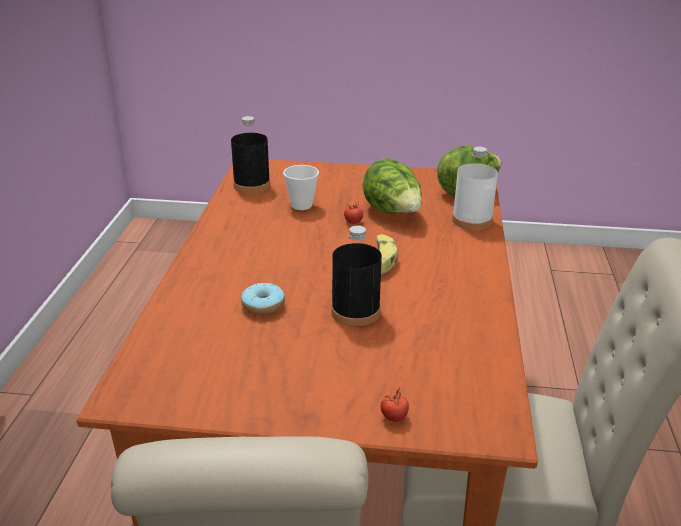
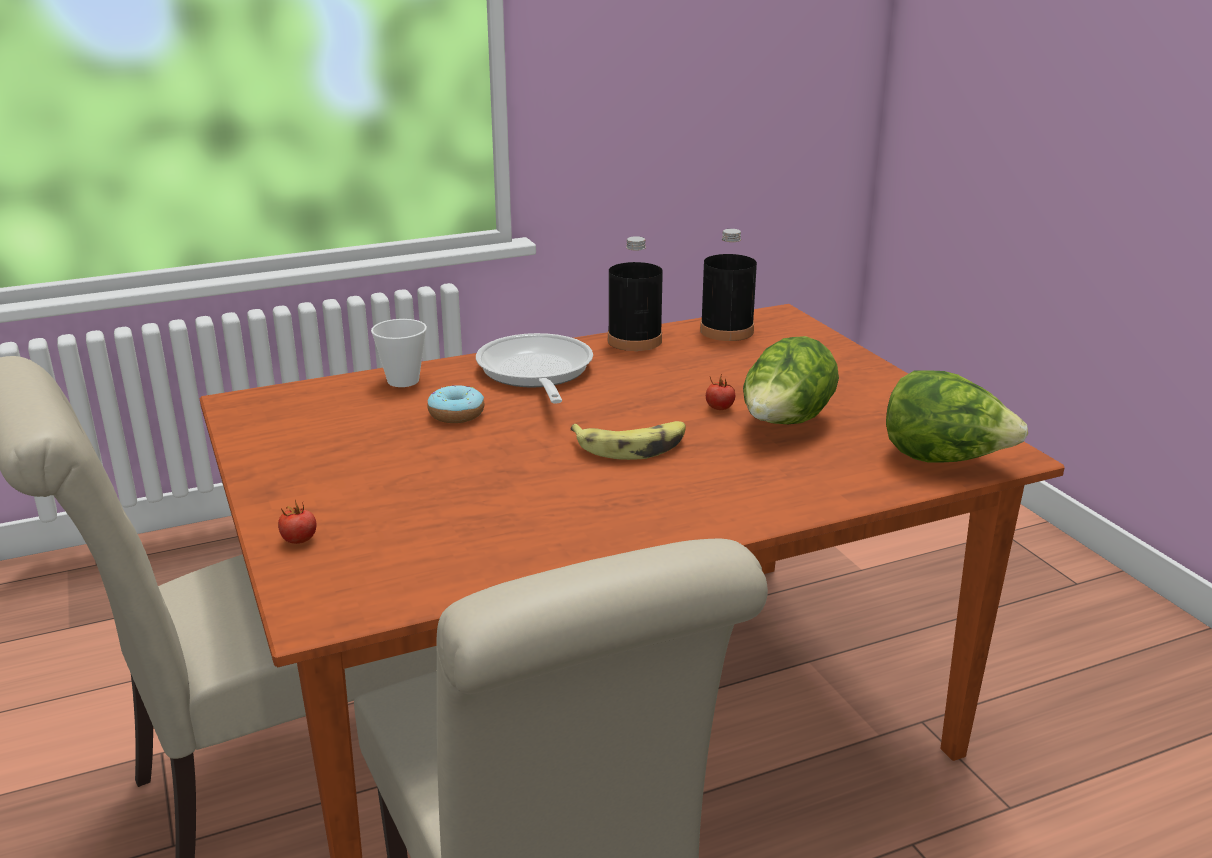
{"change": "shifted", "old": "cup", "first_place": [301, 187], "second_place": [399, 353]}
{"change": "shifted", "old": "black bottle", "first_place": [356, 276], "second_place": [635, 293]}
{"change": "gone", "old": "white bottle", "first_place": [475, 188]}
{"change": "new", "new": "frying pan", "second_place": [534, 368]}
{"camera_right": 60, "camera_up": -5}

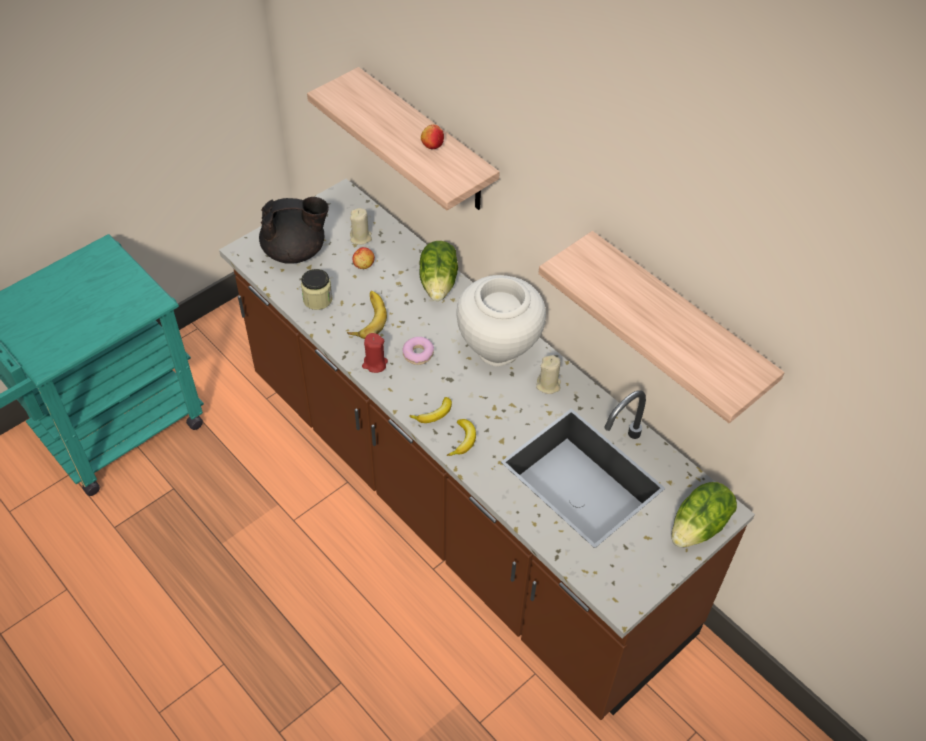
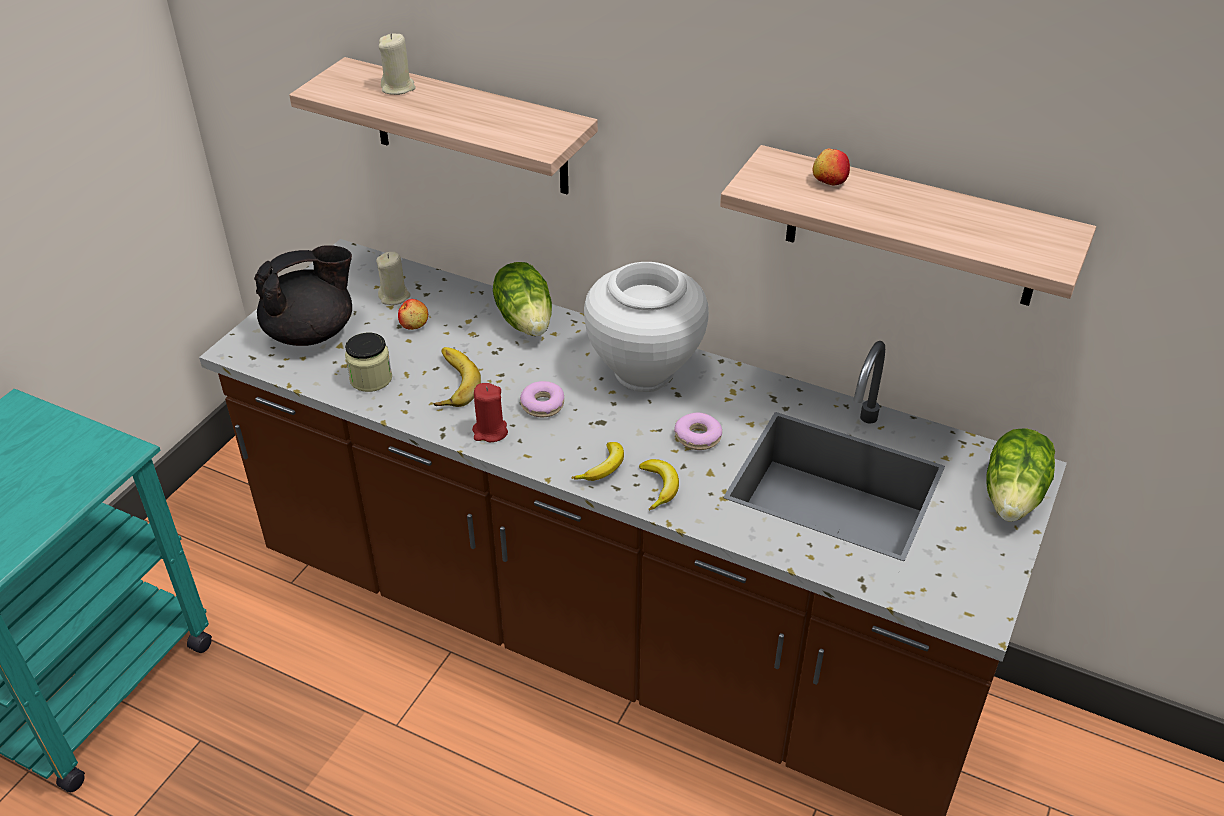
{"change": "shifted", "old": "apple", "first_place": [432, 136], "second_place": [831, 167]}
{"change": "shifted", "old": "beige candle", "first_place": [548, 374], "second_place": [397, 64]}
{"change": "new", "new": "donut", "second_place": [698, 431]}
{"camera_right": -20, "camera_up": -10}

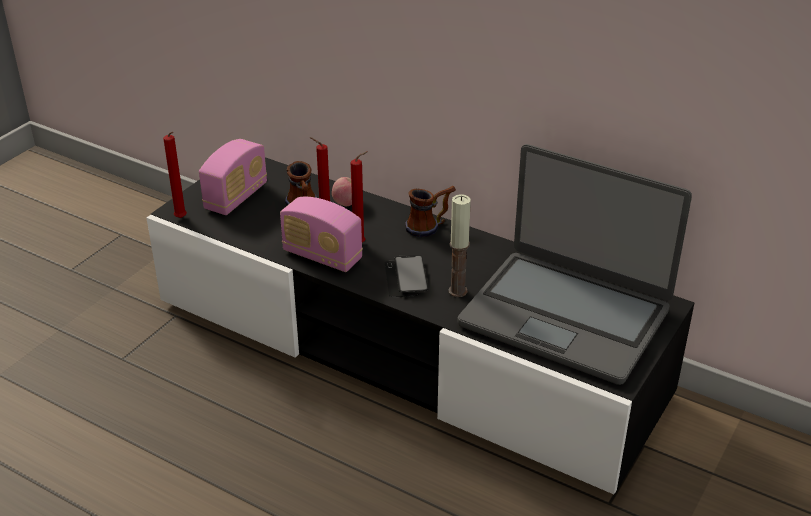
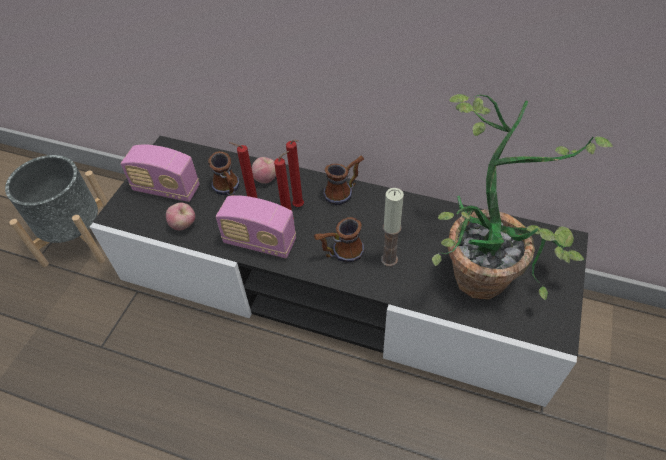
{"change": "shifted", "old": "red candle", "first_place": [175, 175], "second_place": [295, 173]}
{"change": "rotated", "old": "radio", "first_place": [233, 177], "second_place": [160, 173], "degrees": 90}
{"change": "swapped", "old": "phone", "new": "mug", "first_place": [406, 276], "second_place": [339, 240]}
{"change": "swapped", "old": "laptop", "new": "potted plant", "first_place": [574, 264], "second_place": [522, 197]}
{"change": "new", "new": "grey planter", "second_place": [56, 211]}
{"change": "new", "new": "apple", "second_place": [180, 216]}
{"camera_right": -10, "camera_up": 15}

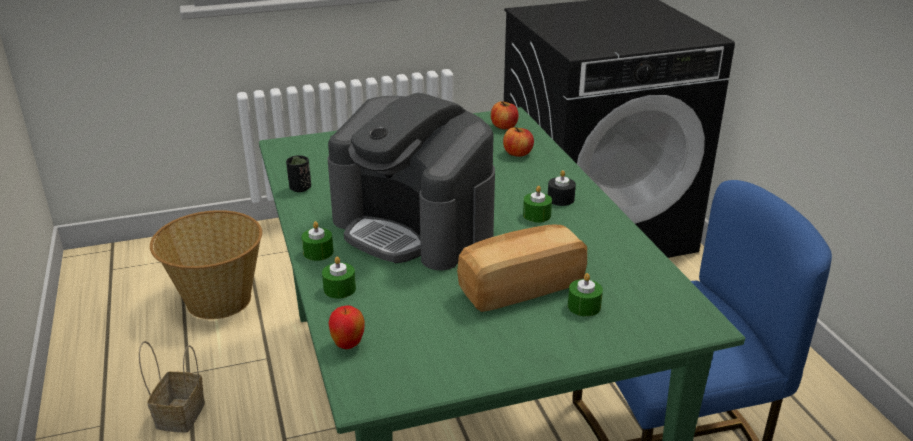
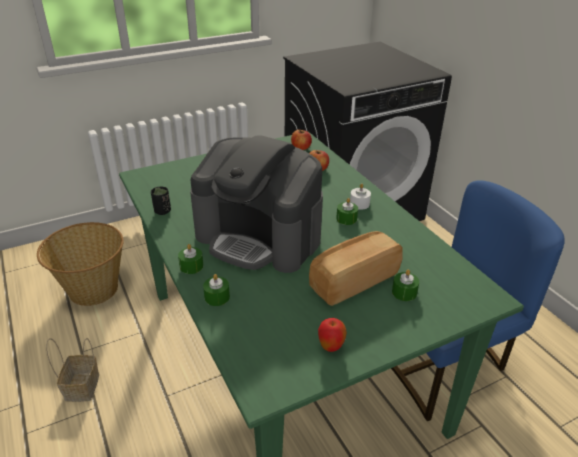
{"change": "shifted", "old": "apple", "first_place": [346, 327], "second_place": [332, 335]}
{"change": "repainted", "old": "black candle", "new": "white candle", "first_place": [562, 188], "second_place": [360, 196]}
{"camera_right": -10, "camera_up": 5}

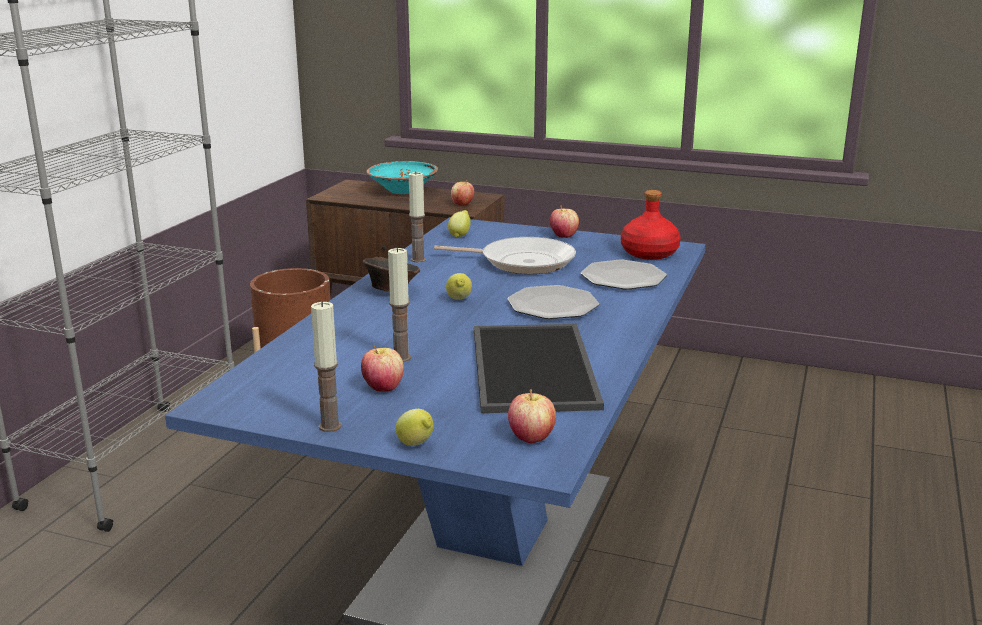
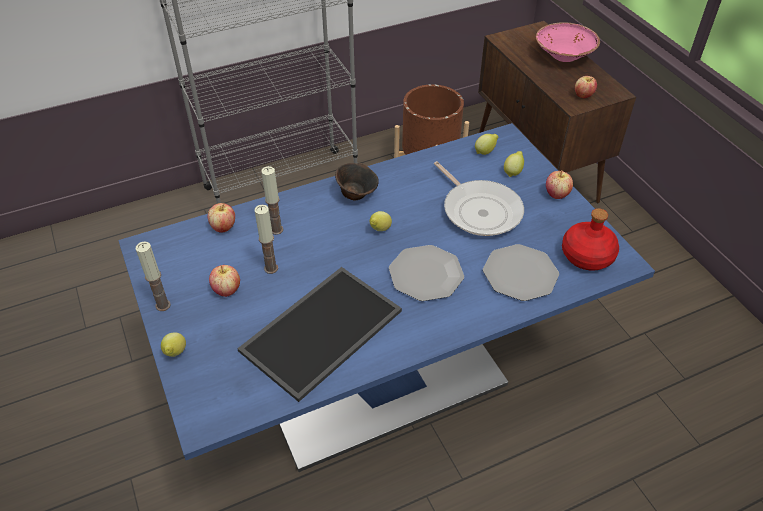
{"change": "repainted", "old": "turquoise bowl", "new": "pink bowl", "first_place": [402, 177], "second_place": [568, 42]}
{"change": "shifted", "old": "candle", "first_place": [417, 216], "second_place": [272, 200]}
{"change": "shifted", "old": "apple", "first_place": [532, 416], "second_place": [221, 218]}
{"change": "new", "new": "lemon", "second_place": [514, 164]}
{"camera_right": 45, "camera_up": 25}

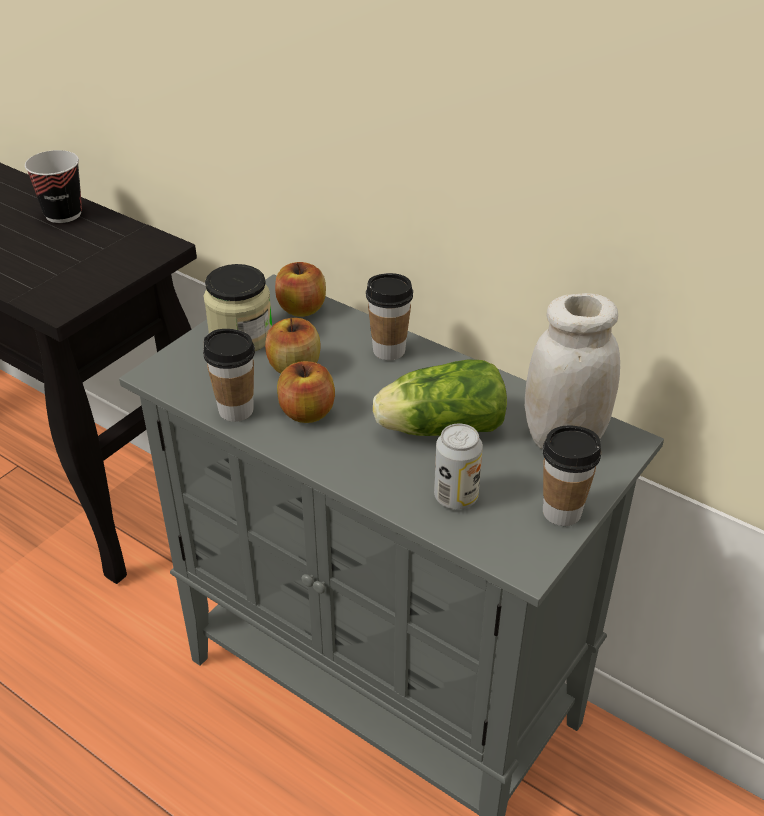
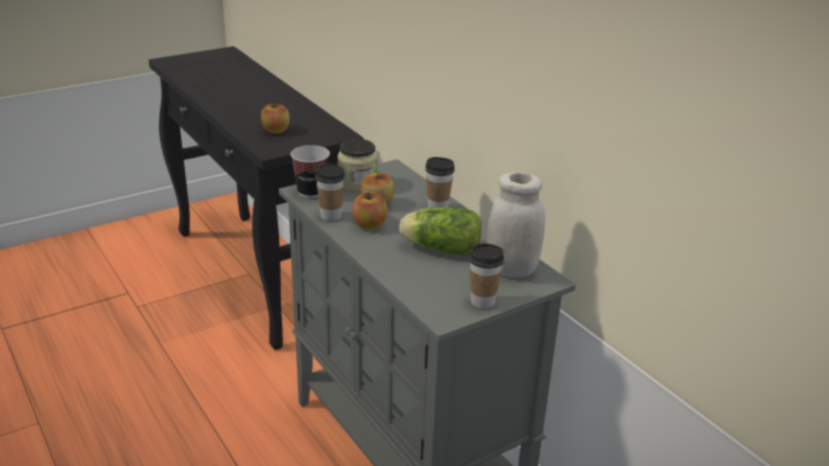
{"change": "shifted", "old": "cup", "first_place": [53, 186], "second_place": [310, 171]}
{"change": "shifted", "old": "apple", "first_place": [300, 289], "second_place": [275, 118]}
{"change": "gone", "old": "can", "first_place": [458, 466]}
{"camera_right": 20, "camera_up": -10}

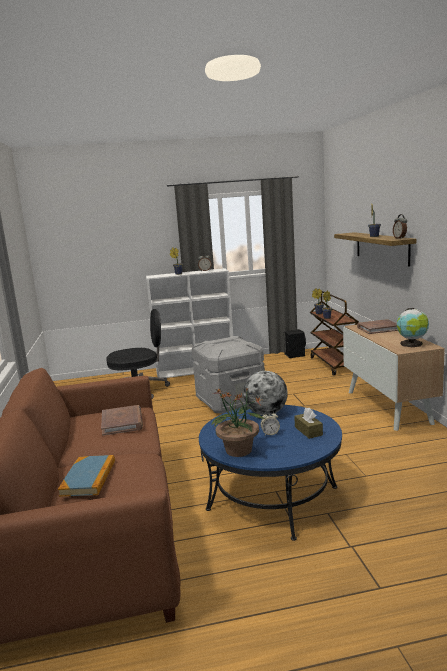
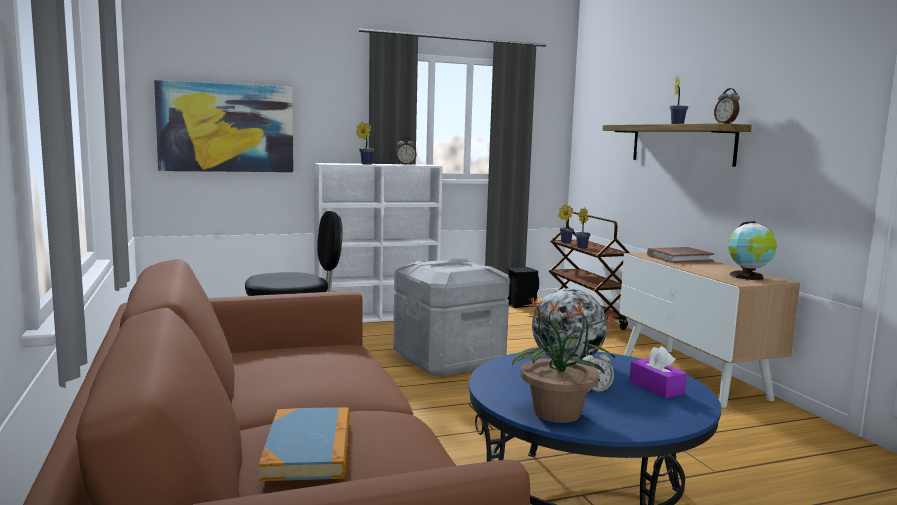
{"change": "gone", "old": "brown book", "first_place": [122, 420]}
{"change": "repainted", "old": "brown tissue box", "new": "purple tissue box", "first_place": [308, 423], "second_place": [658, 372]}
{"change": "new", "new": "picture", "second_place": [223, 126]}
{"camera_right": -10, "camera_up": -5}

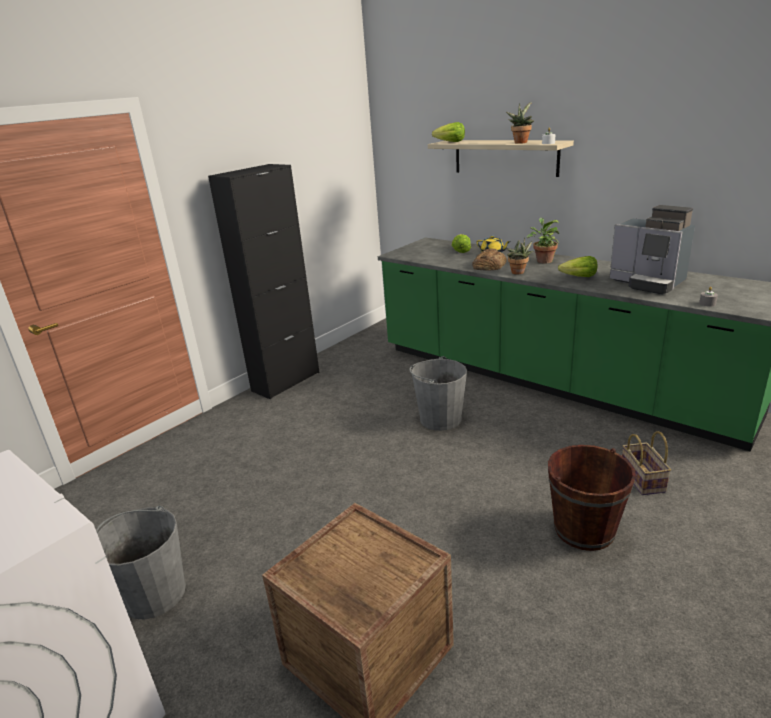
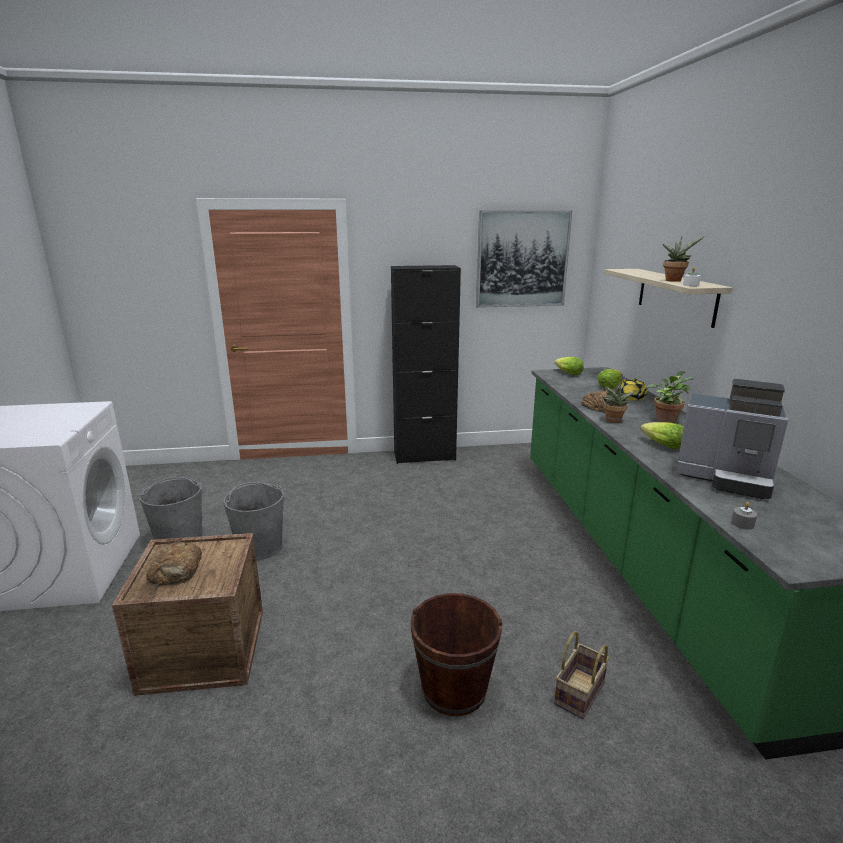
{"change": "shifted", "old": "grey bucket", "first_place": [438, 393], "second_place": [253, 521]}
{"change": "shifted", "old": "lettuce", "first_place": [448, 132], "second_place": [569, 366]}
{"change": "rotated", "old": "coffee machine", "first_place": [652, 250], "second_place": [732, 439], "degrees": -60}
{"change": "new", "new": "bread", "second_place": [174, 563]}
{"change": "new", "new": "picture", "second_place": [524, 259]}
{"camera_right": 40, "camera_up": -5}

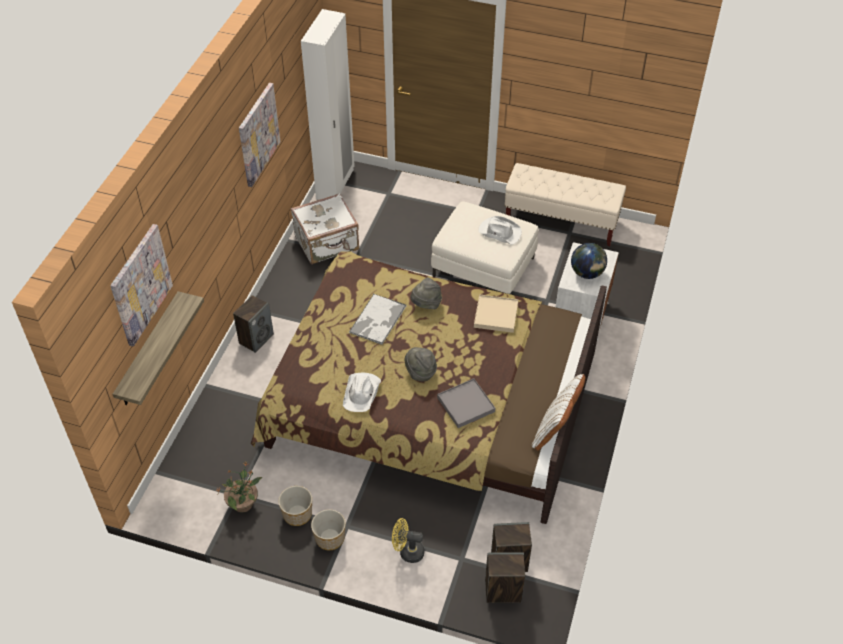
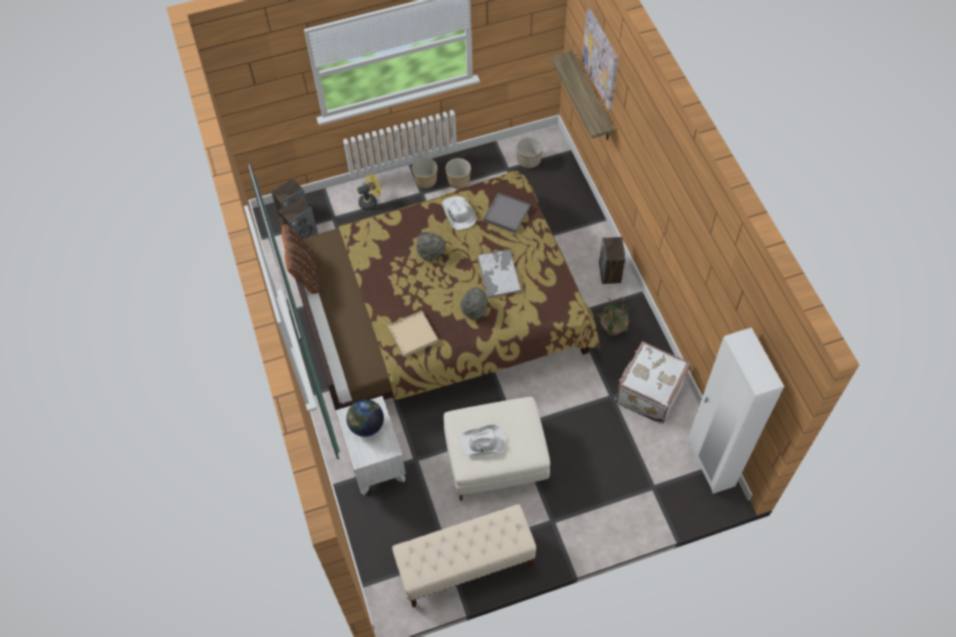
{"change": "shifted", "old": "potted plant", "first_place": [240, 486], "second_place": [613, 316]}
{"change": "gone", "old": "picture", "first_place": [260, 135]}
{"change": "shifted", "old": "grey tray", "first_place": [466, 403], "second_place": [506, 213]}
{"change": "repainted", "old": "white pillow", "new": "brown pillow", "first_place": [558, 412], "second_place": [300, 259]}
{"change": "new", "new": "planter", "second_place": [529, 152]}
{"camera_right": 145, "camera_up": 10}

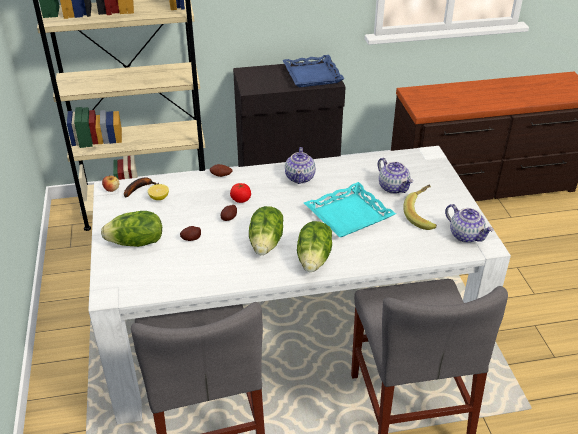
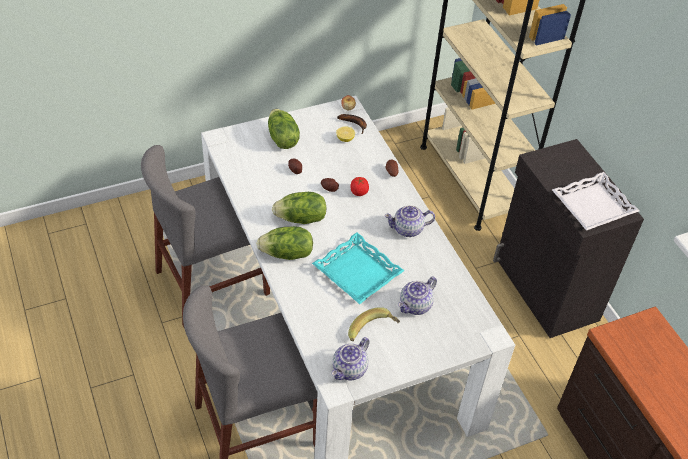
{"change": "repainted", "old": "blue tray", "new": "white tray", "first_place": [313, 71], "second_place": [595, 201]}
{"camera_right": 75, "camera_up": 10}

